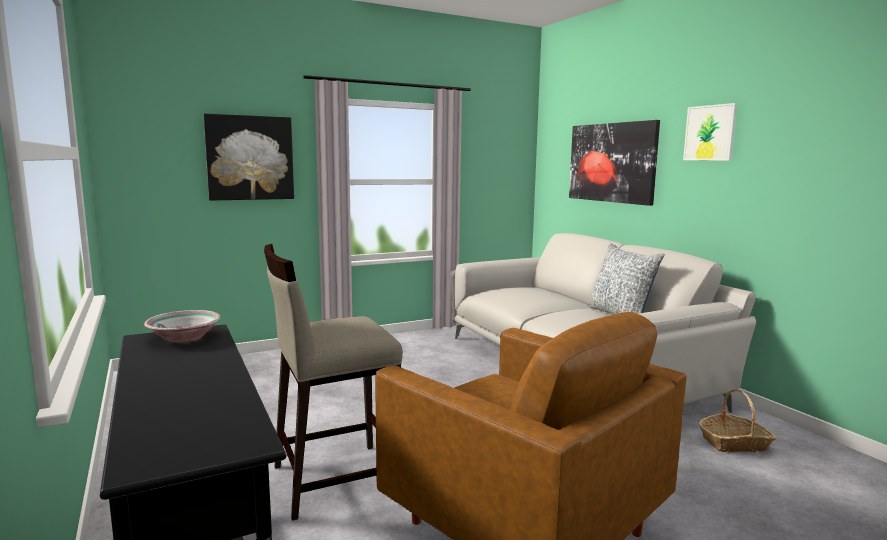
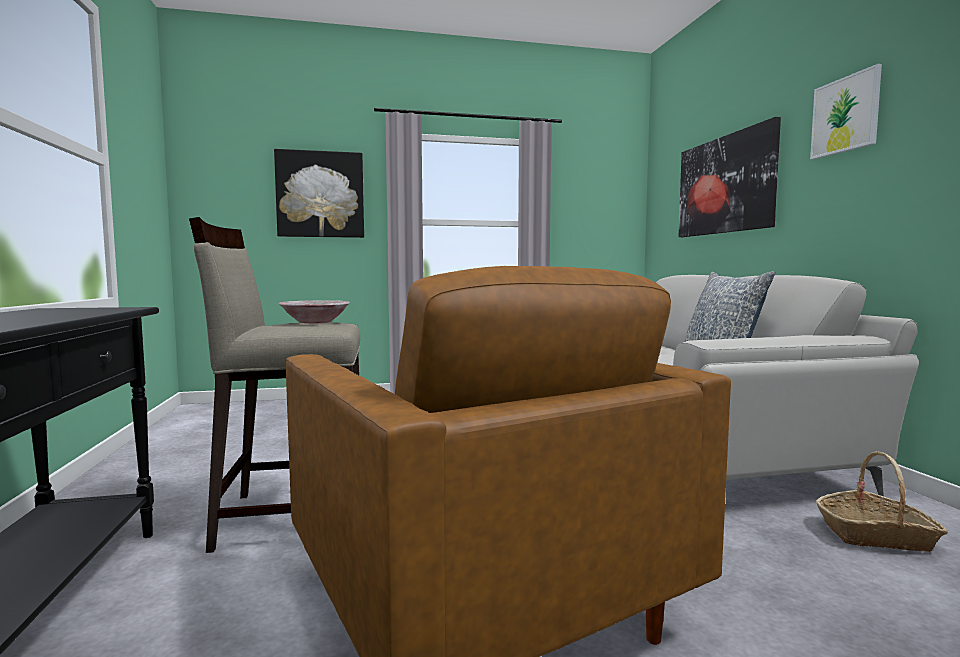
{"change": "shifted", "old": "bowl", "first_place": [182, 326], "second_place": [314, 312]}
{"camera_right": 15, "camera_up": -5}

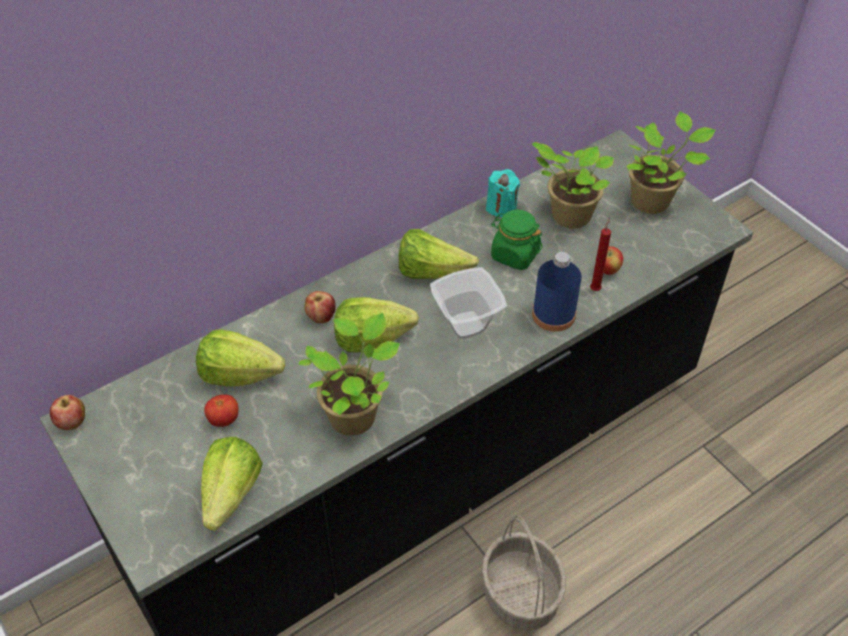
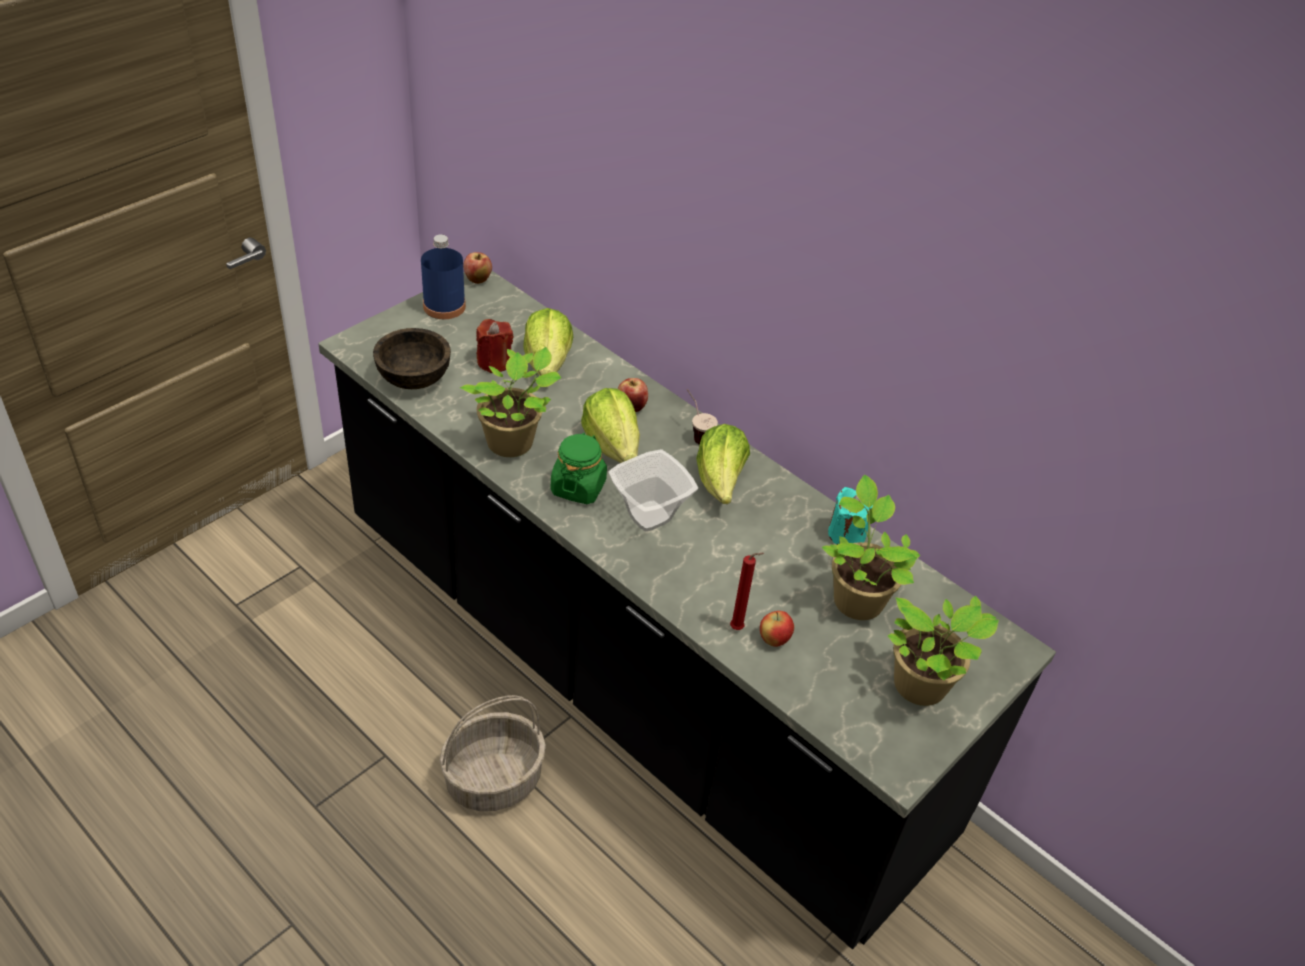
{"change": "swapped", "old": "lettuce", "new": "brown bowl", "first_place": [232, 484], "second_place": [412, 358]}
{"change": "swapped", "old": "tomato", "new": "red candle", "first_place": [221, 411], "second_place": [494, 346]}
{"change": "shifted", "old": "green jar", "first_place": [516, 240], "second_place": [578, 468]}
{"change": "shifted", "old": "blue bottle", "first_place": [557, 292], "second_place": [443, 276]}
{"change": "new", "new": "cup", "second_place": [702, 417]}
{"camera_right": 75, "camera_up": -5}

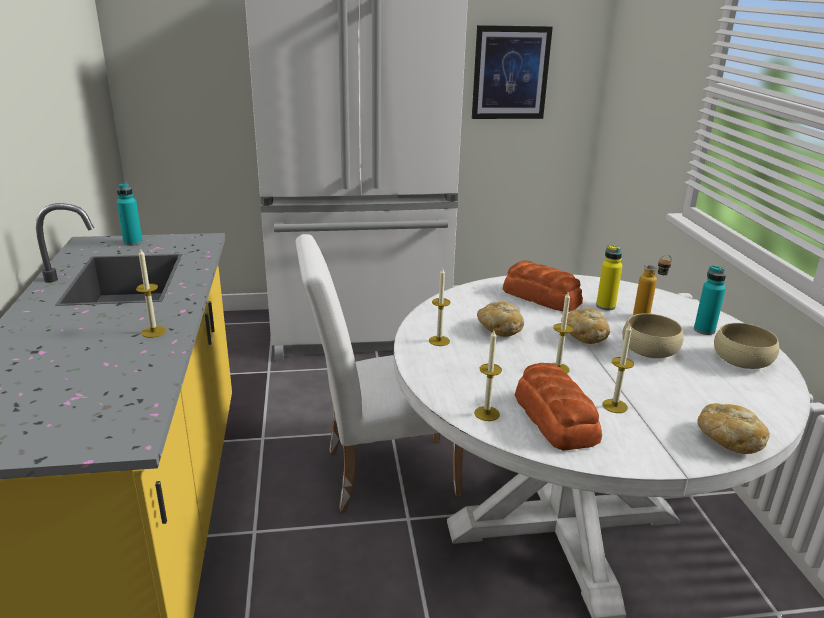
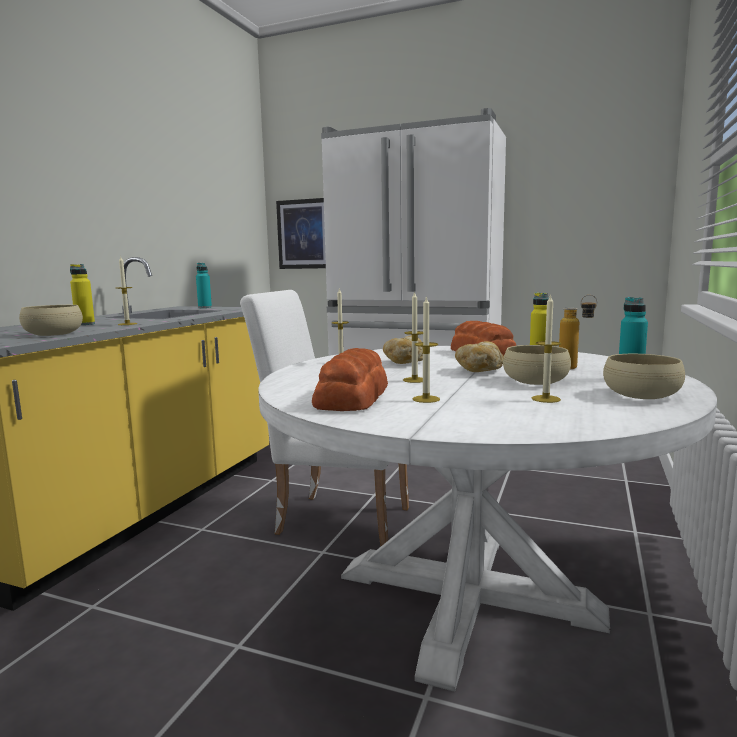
{"change": "shifted", "old": "picture", "first_place": [512, 72], "second_place": [301, 233]}
{"change": "shifted", "old": "candle", "first_place": [488, 375], "second_place": [546, 348]}
{"change": "gone", "old": "bread", "first_place": [733, 428]}
{"change": "new", "new": "beige bowl", "second_place": [51, 320]}
{"change": "new", "new": "yellow bottle", "second_place": [82, 294]}
{"camera_right": 30, "camera_up": -15}

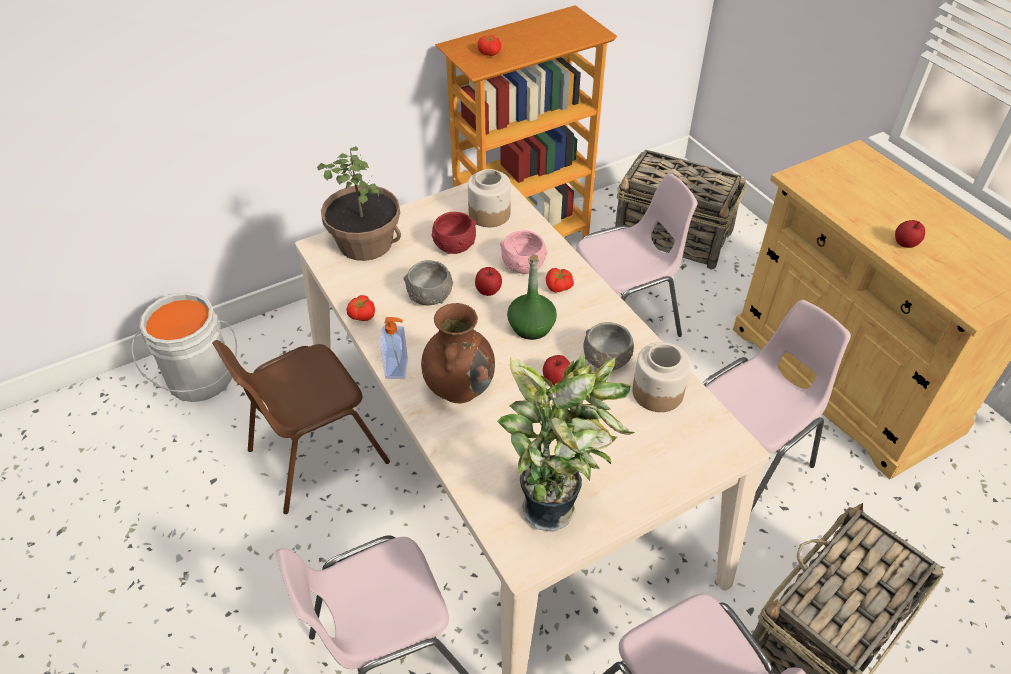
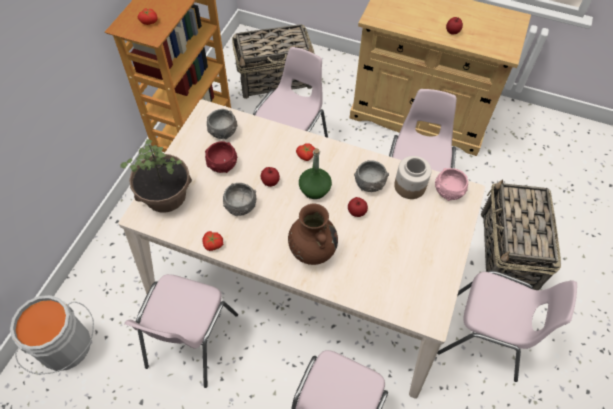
{"change": "repainted", "old": "brown chair", "new": "pink chair", "first_place": [301, 427], "second_place": [181, 331]}
{"change": "gone", "old": "soap dispenser", "first_place": [394, 348]}
{"change": "swapped", "old": "jar", "new": "grey bowl", "first_place": [489, 198], "second_place": [222, 124]}
{"change": "gone", "old": "potted plant", "first_place": [566, 443]}
{"change": "shifted", "old": "pink bowl", "first_place": [524, 252], "second_place": [451, 184]}
{"camera_right": -40, "camera_up": 10}

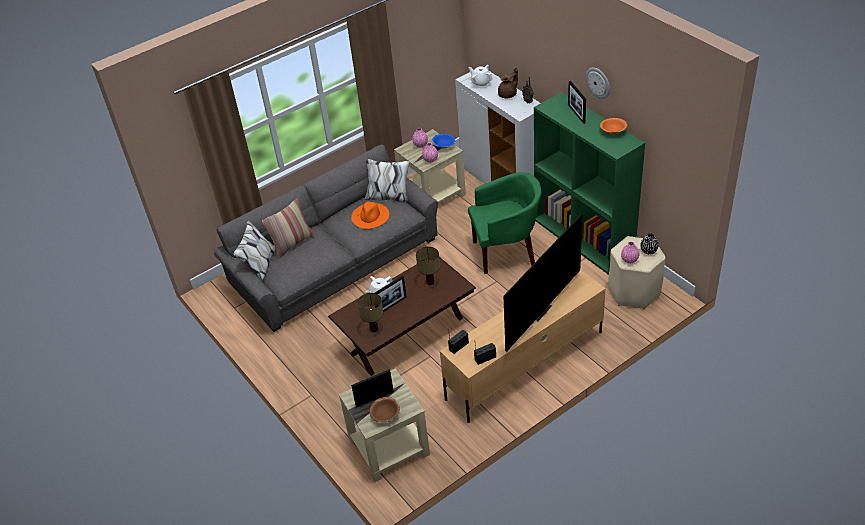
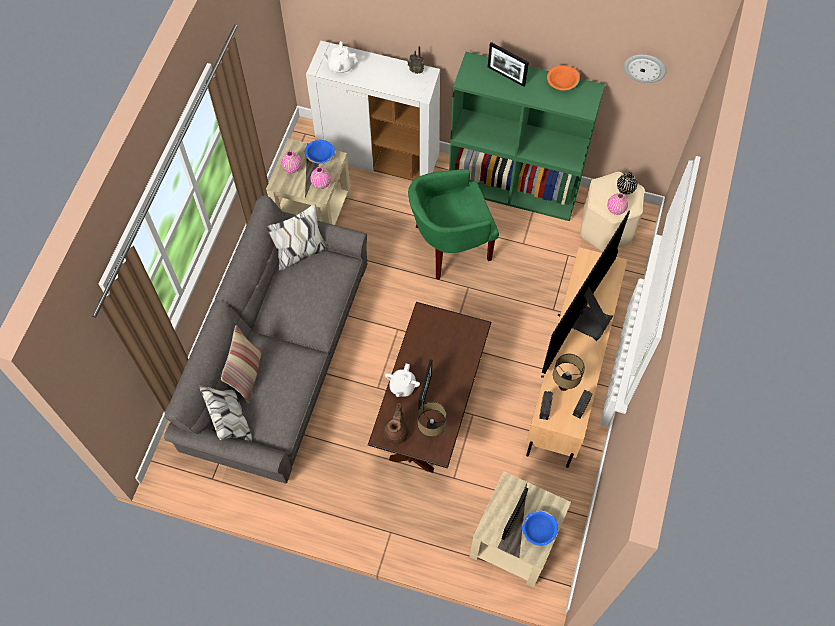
{"change": "gone", "old": "orange hat", "first_place": [370, 215]}
{"change": "repainted", "old": "brown bowl", "new": "blue bowl", "first_place": [385, 409], "second_place": [540, 528]}
{"change": "shifted", "old": "table lamp", "first_place": [428, 266], "second_place": [569, 372]}
{"change": "rotated", "old": "green armchair", "first_place": [504, 223], "second_place": [453, 224], "degrees": -150}
{"change": "shifted", "old": "brown teapot", "first_place": [508, 82], "second_place": [396, 424]}
{"change": "rotated", "old": "television", "first_place": [543, 283], "second_place": [586, 292], "degrees": -150}
{"change": "shifted", "old": "wall clock", "first_place": [598, 83], "second_place": [645, 68]}
{"camera_right": -40, "camera_up": 20}

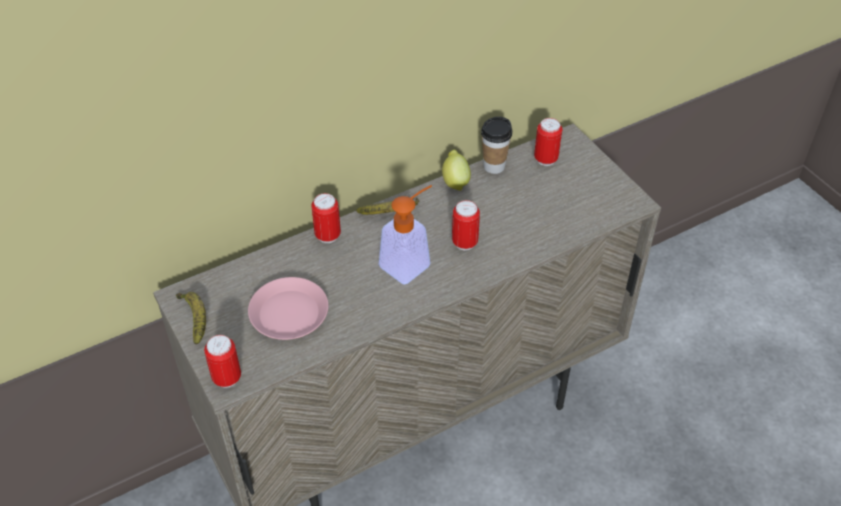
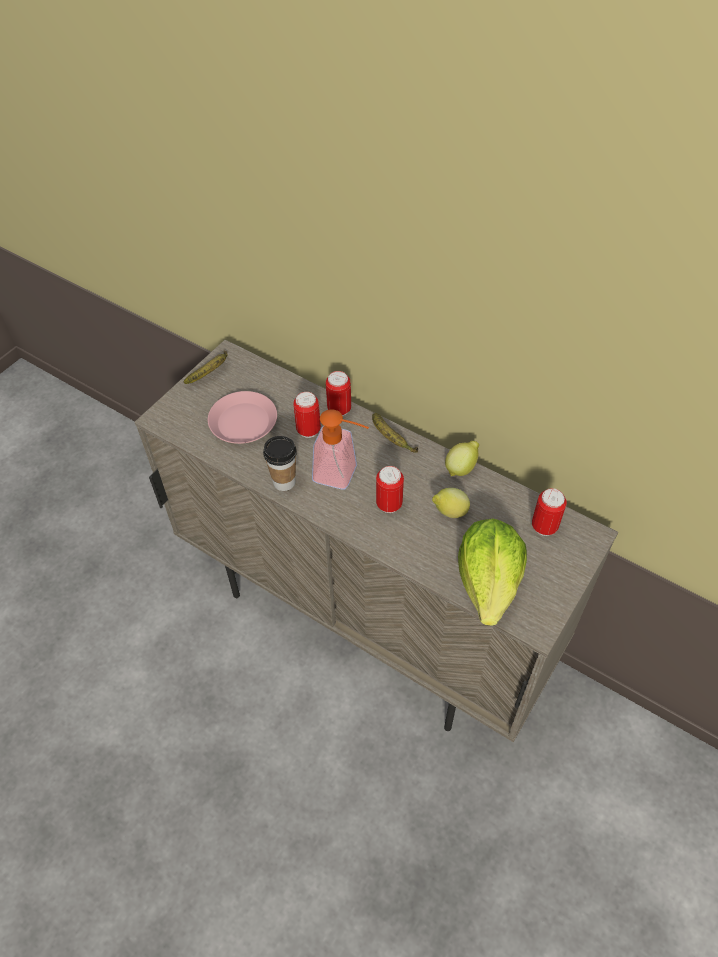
{"change": "shifted", "old": "can", "first_place": [222, 361], "second_place": [307, 415]}
{"change": "shifted", "old": "cup", "first_place": [496, 145], "second_place": [280, 463]}
{"change": "new", "new": "lemon", "second_place": [451, 503]}
{"change": "new", "new": "lettuce", "second_place": [492, 572]}
{"camera_right": 65, "camera_up": 5}

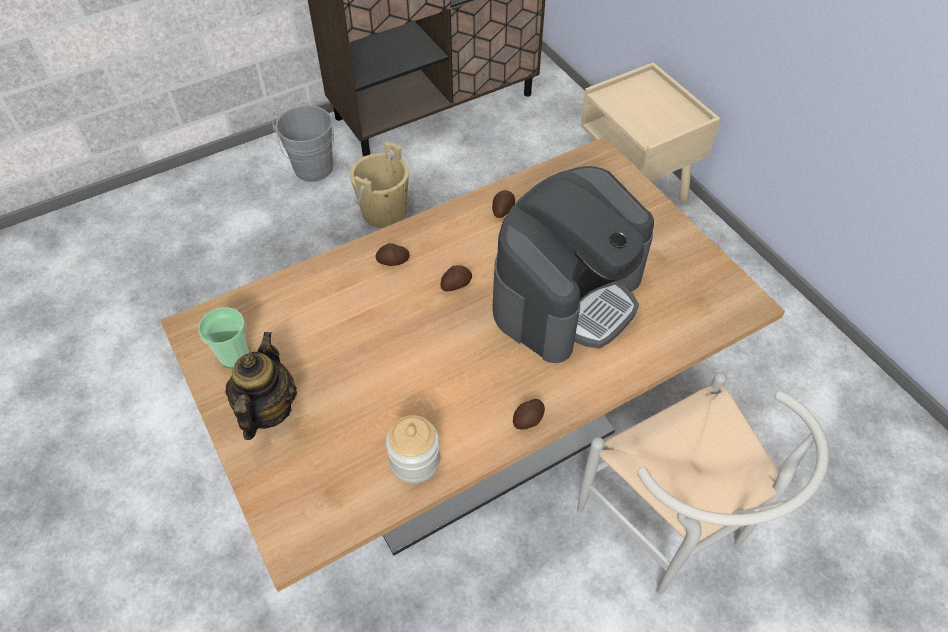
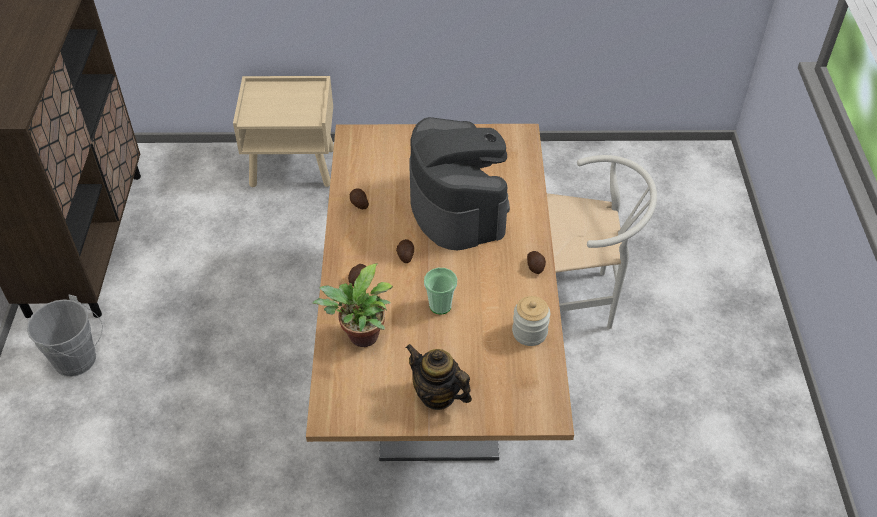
{"change": "shifted", "old": "cup", "first_place": [223, 337], "second_place": [440, 291]}
{"change": "gone", "old": "beige bucket", "first_place": [379, 185]}
{"change": "new", "new": "potted plant", "second_place": [352, 305]}
{"camera_right": -60, "camera_up": -5}

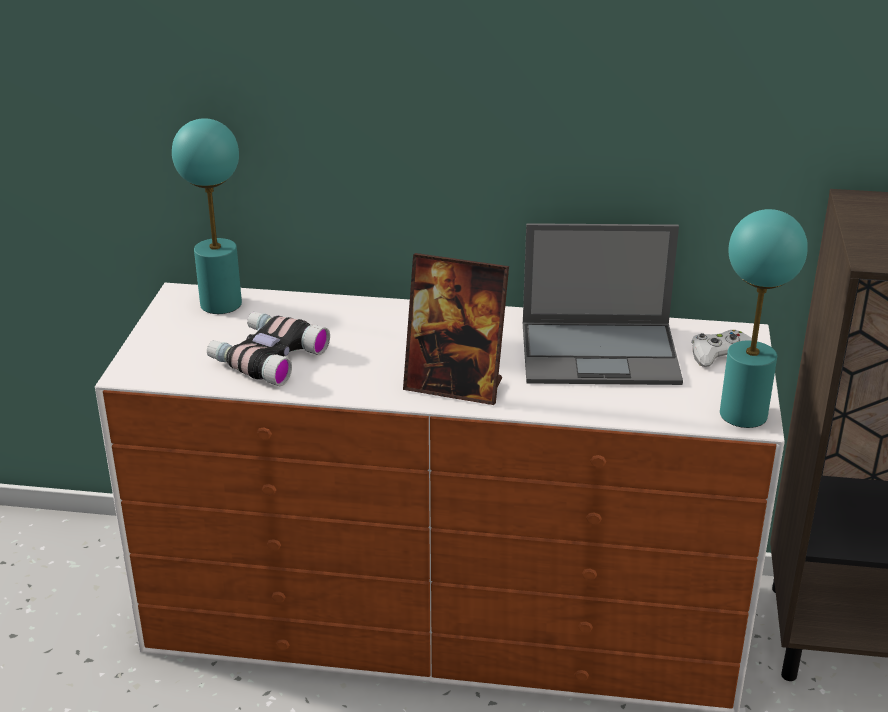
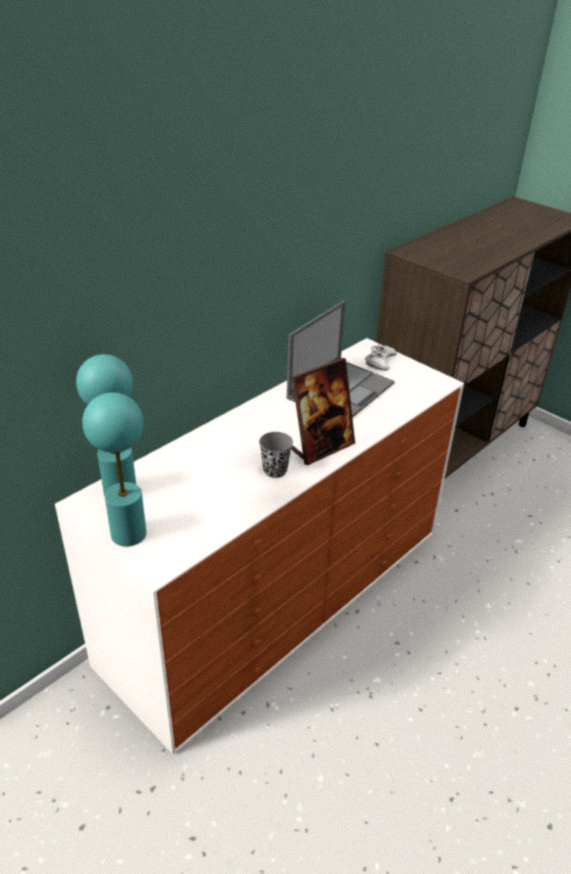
{"change": "gone", "old": "binoculars", "first_place": [268, 349]}
{"change": "shifted", "old": "turquoise table lamp", "first_place": [764, 318], "second_place": [114, 469]}
{"change": "new", "new": "grey cup", "second_place": [276, 455]}
{"camera_right": -55, "camera_up": 5}

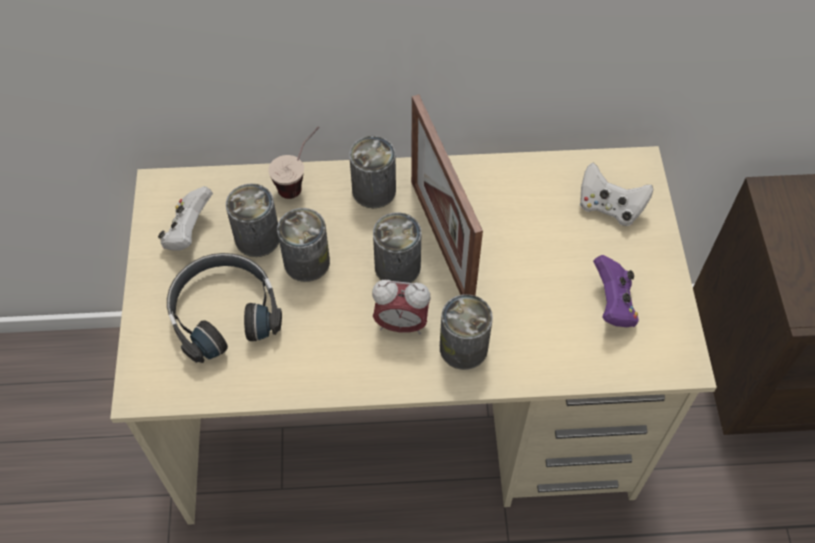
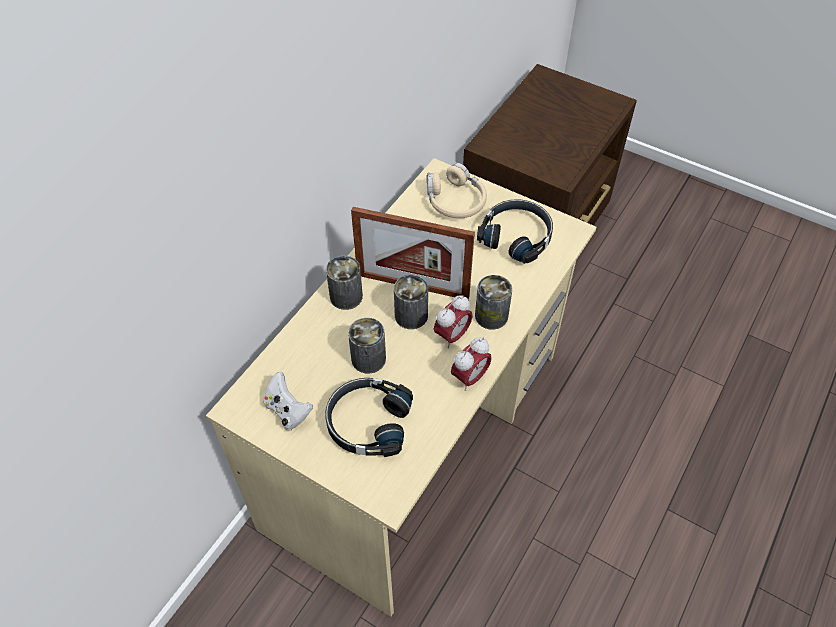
{"change": "gone", "old": "can", "first_place": [252, 220]}
{"change": "gone", "old": "cup", "first_place": [293, 163]}
{"change": "swapped", "old": "white game controller", "new": "beige headphones", "first_place": [616, 194], "second_place": [457, 190]}
{"change": "swapped", "old": "purple game controller", "new": "black headphones", "first_place": [616, 291], "second_place": [515, 231]}
{"change": "new", "new": "alarm clock", "second_place": [471, 364]}
{"camera_right": -55, "camera_up": -5}

